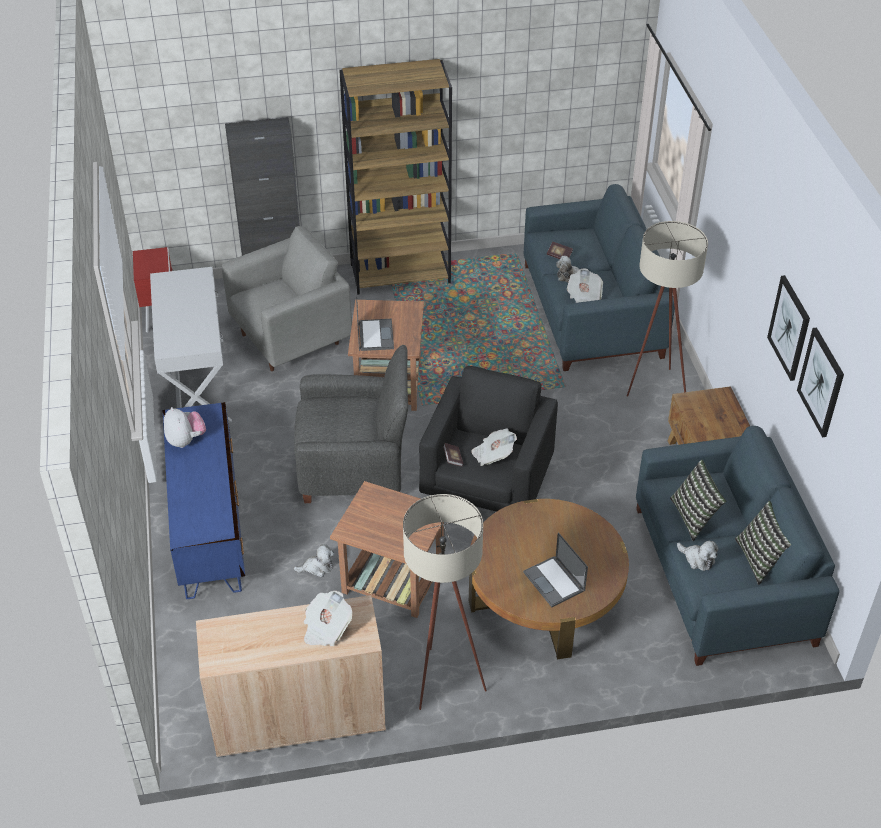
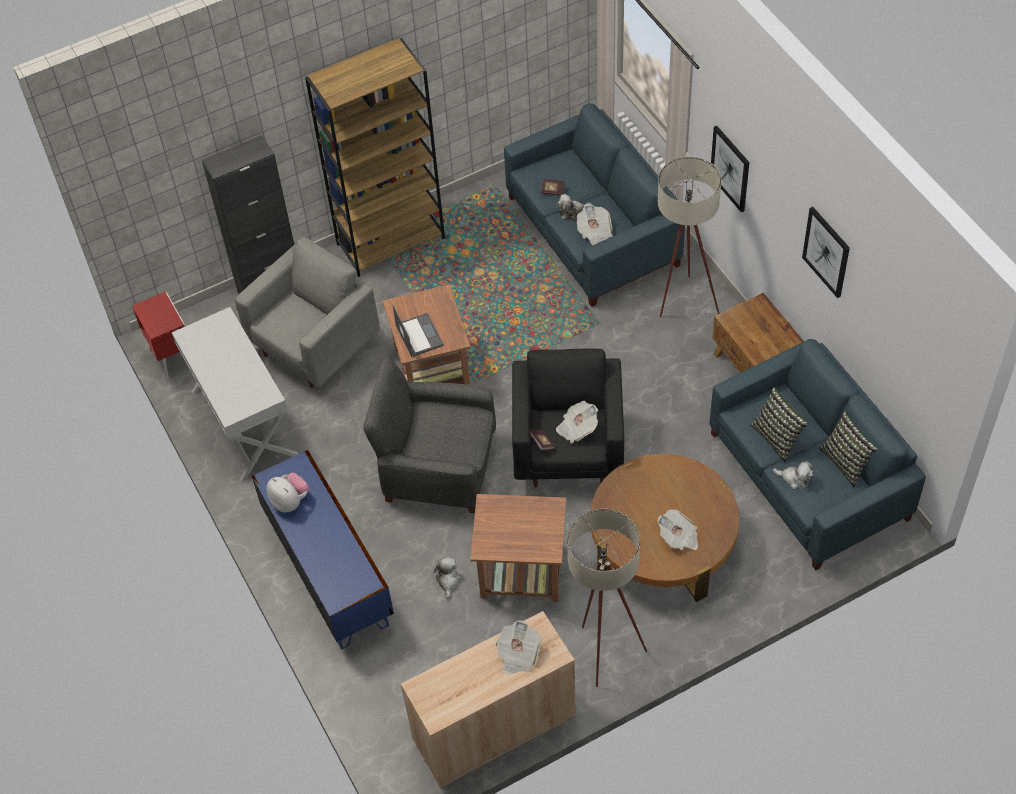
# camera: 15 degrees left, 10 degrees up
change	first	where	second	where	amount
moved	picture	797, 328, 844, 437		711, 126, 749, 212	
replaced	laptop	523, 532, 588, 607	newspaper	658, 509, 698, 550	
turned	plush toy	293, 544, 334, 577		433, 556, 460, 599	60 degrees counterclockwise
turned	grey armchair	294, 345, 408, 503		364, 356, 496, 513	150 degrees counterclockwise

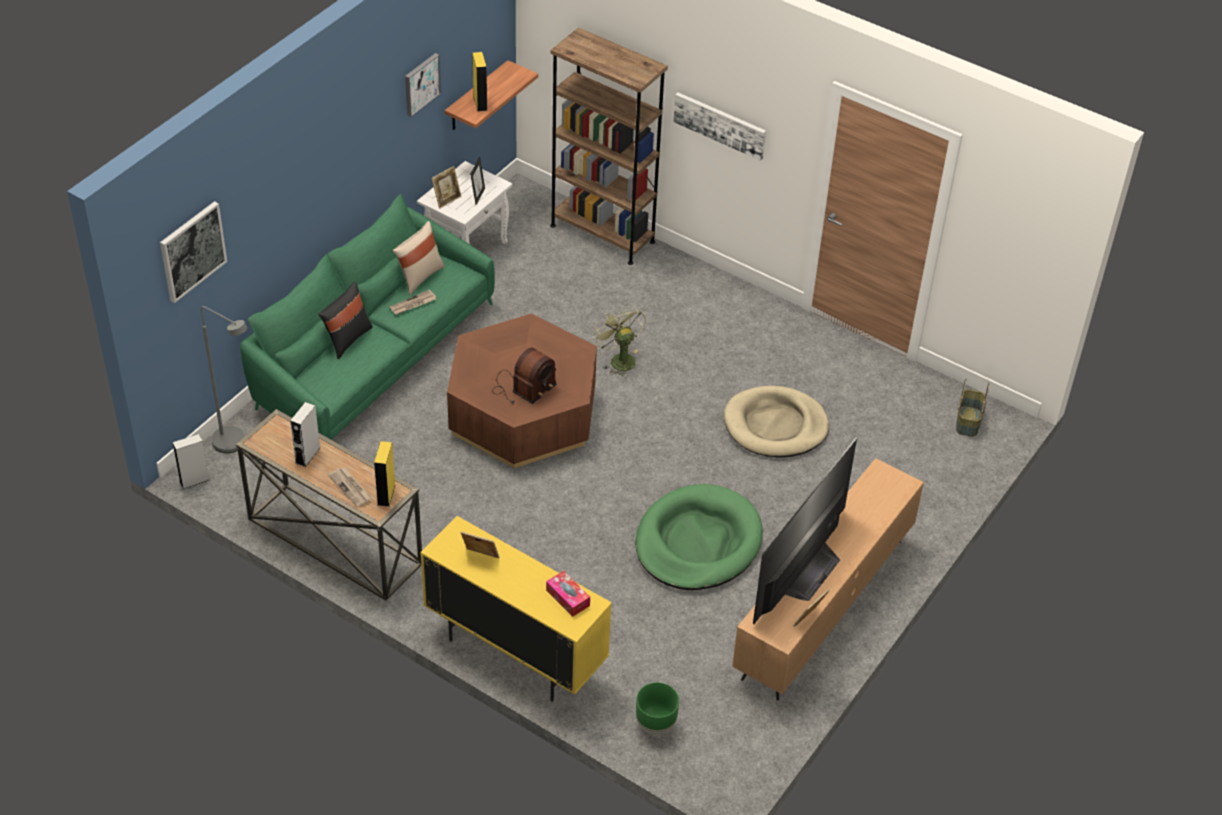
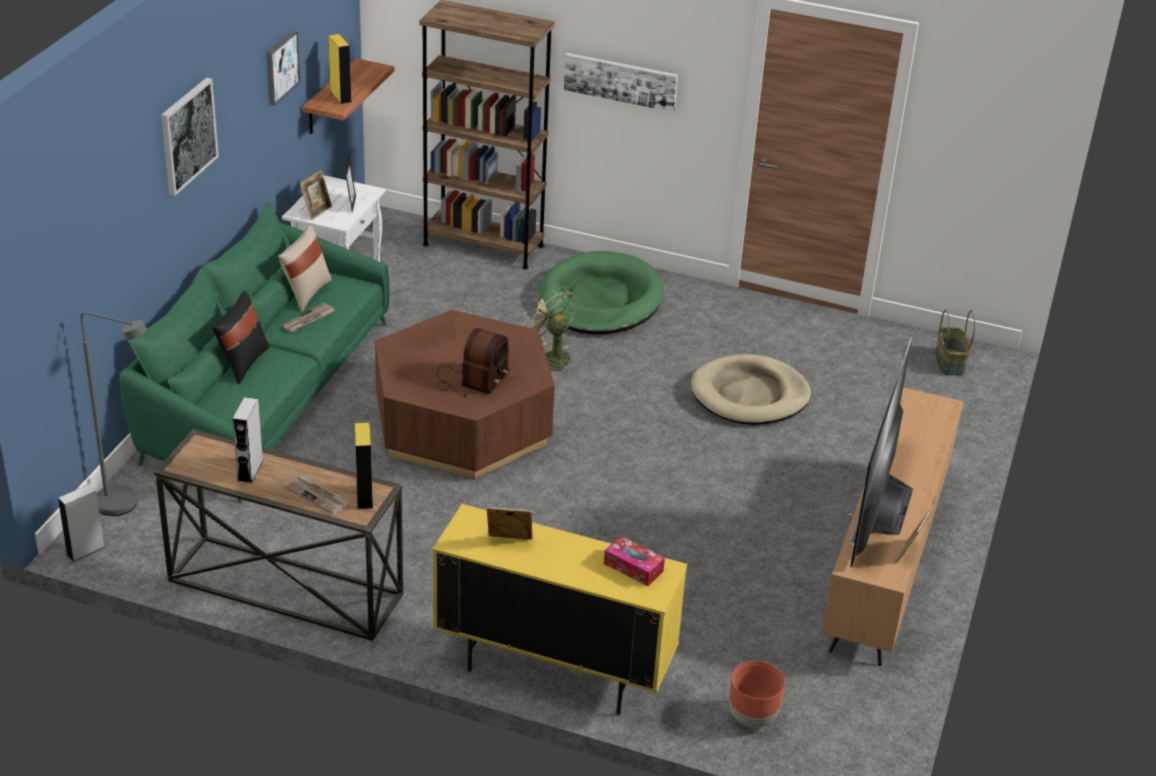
# camera: 15 degrees left, 10 degrees down
change	first	where	second	where	amount
moved	picture	160, 201, 227, 303		161, 78, 219, 196	
moved	green dog bed	635, 484, 763, 590		539, 251, 664, 335	
recoloured	green planter	636, 682, 679, 735	brown planter	729, 661, 785, 728	

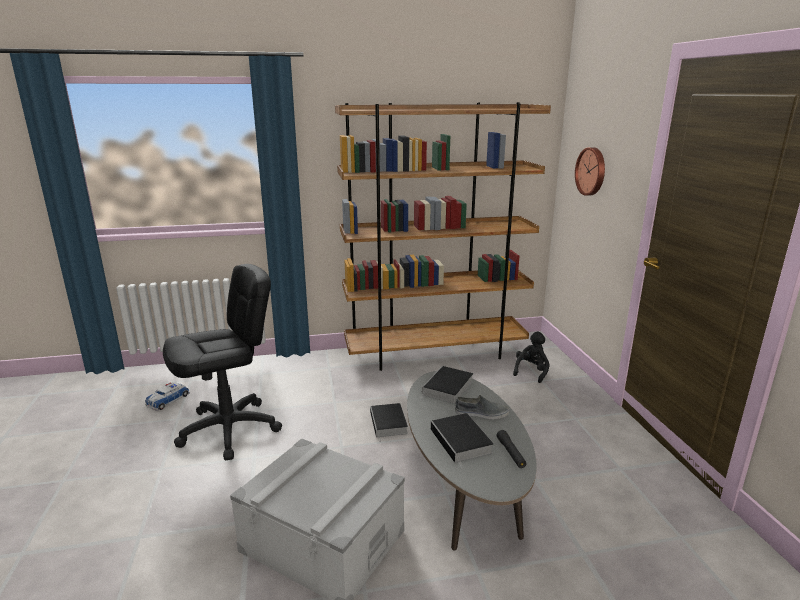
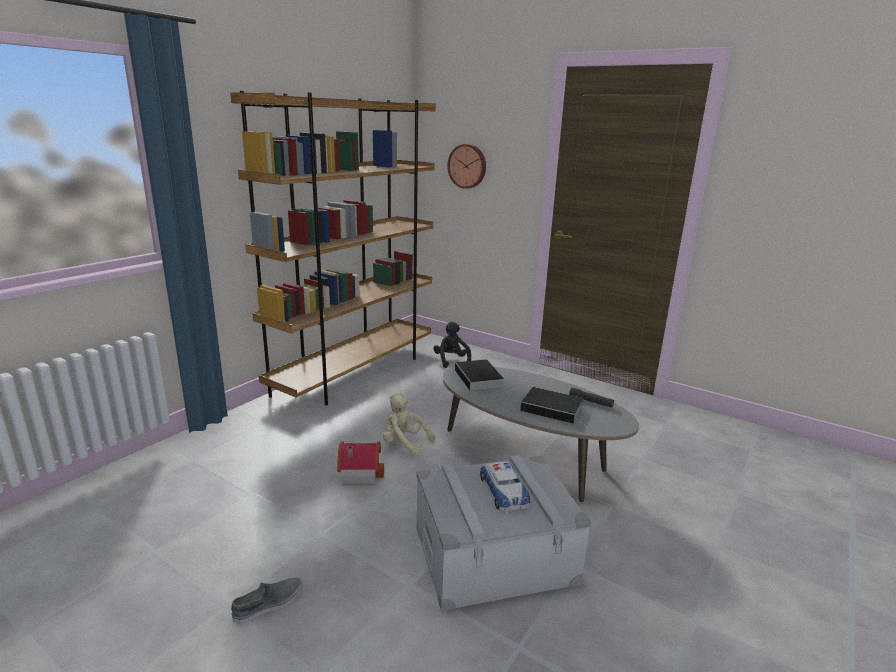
# camera: 45 degrees left, 0 degrees up
change	first	where	second	where	amount
removed	black office chair	163, 264, 282, 460			
added			toy house	337, 441, 384, 485	
moved	toy car	145, 382, 190, 410		480, 462, 530, 512	
moved	grey shoe	455, 395, 510, 419		231, 578, 303, 624	
replaced	book	370, 403, 408, 442	beige plush toy	383, 393, 435, 456	

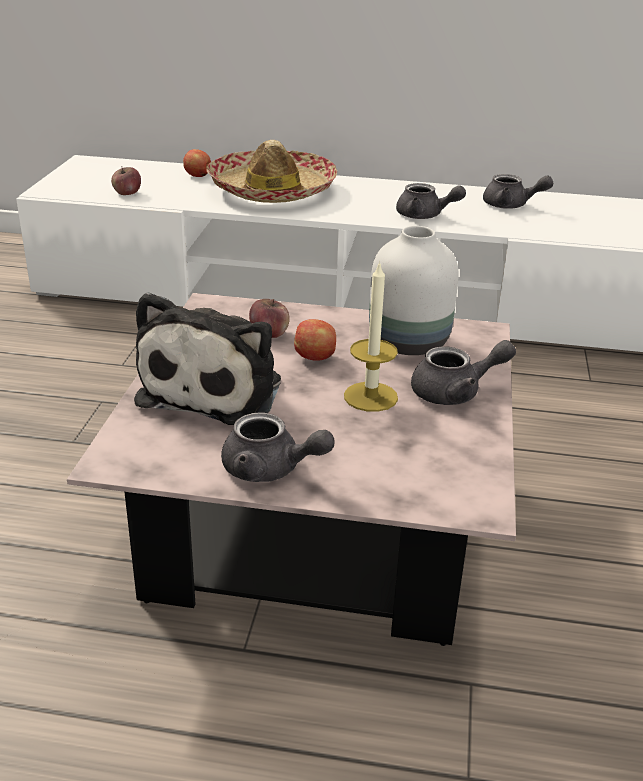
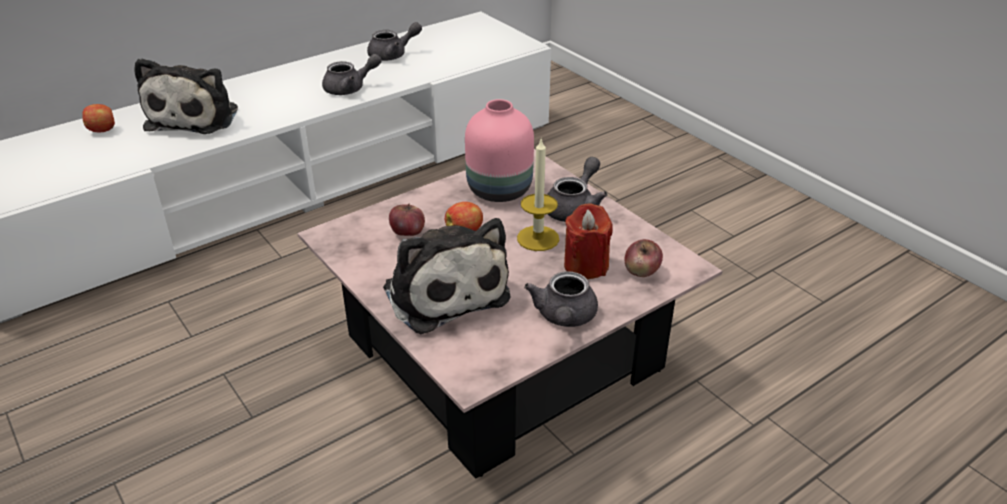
# camera: 45 degrees left, 5 degrees up
change	first	where	second	where	amount
added			red candle	564, 203, 613, 279	
moved	apple	111, 166, 141, 195		624, 239, 663, 277	
replaced	hat	207, 140, 337, 203	plush toy	134, 58, 238, 134	
recoloured	white vase	369, 226, 459, 355	pink vase	465, 99, 534, 202	
turned	grey teapot	221, 413, 334, 482		524, 271, 598, 327	120 degrees clockwise

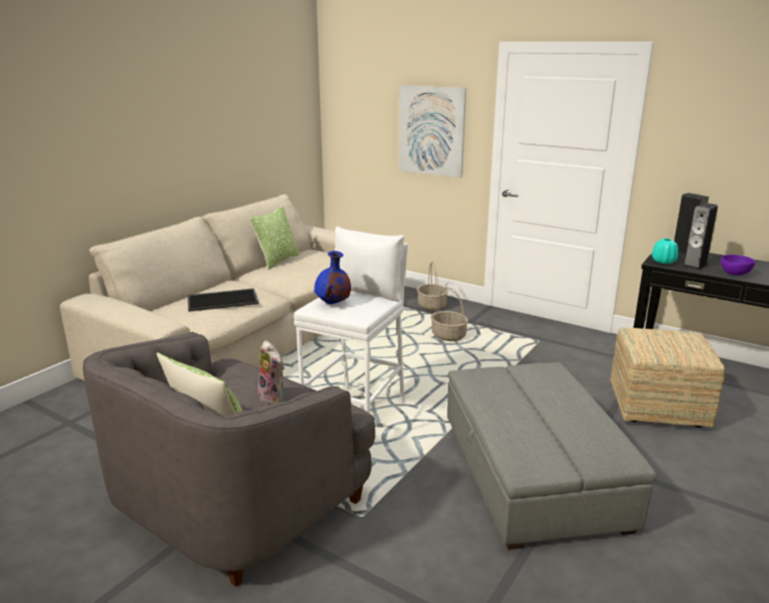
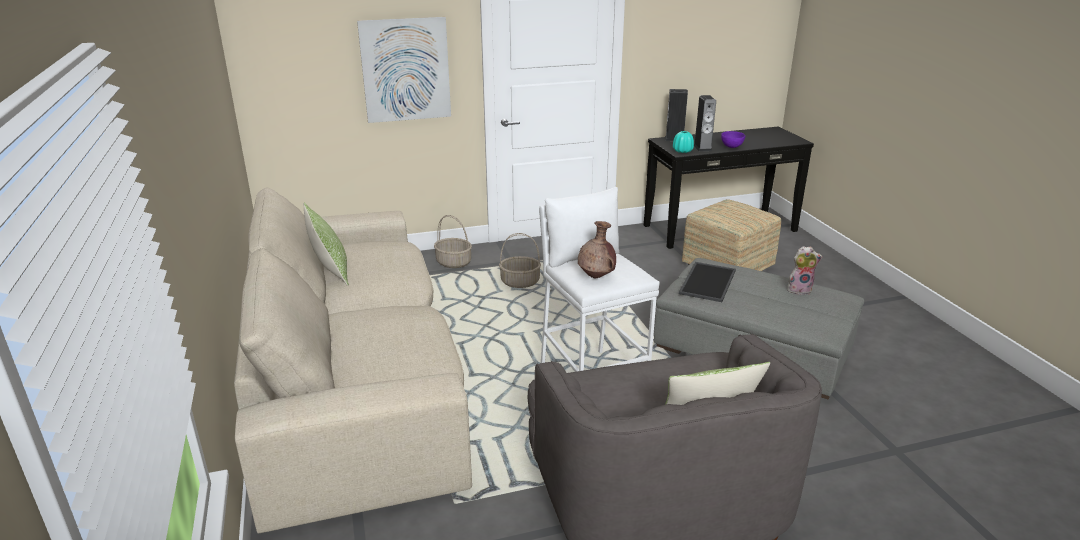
# camera: 50 degrees left, 5 degrees up
change	first	where	second	where	amount
moved	tray	187, 288, 259, 312		679, 262, 736, 302	
moved	plush toy	258, 340, 284, 405		787, 246, 823, 295	
recoloured	blue vase	314, 251, 351, 304	brown vase	578, 221, 616, 278	

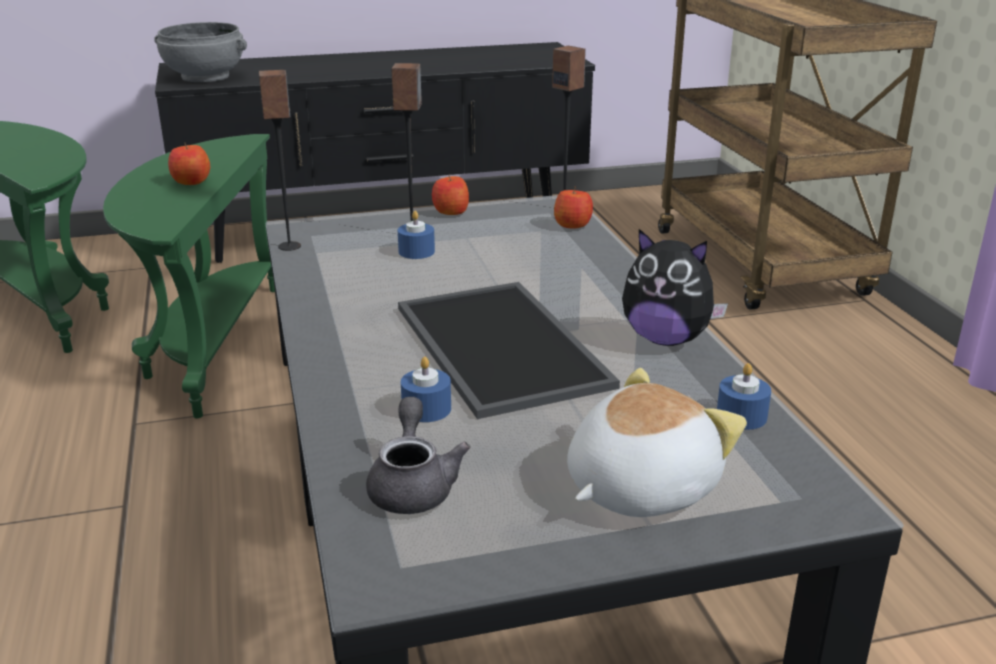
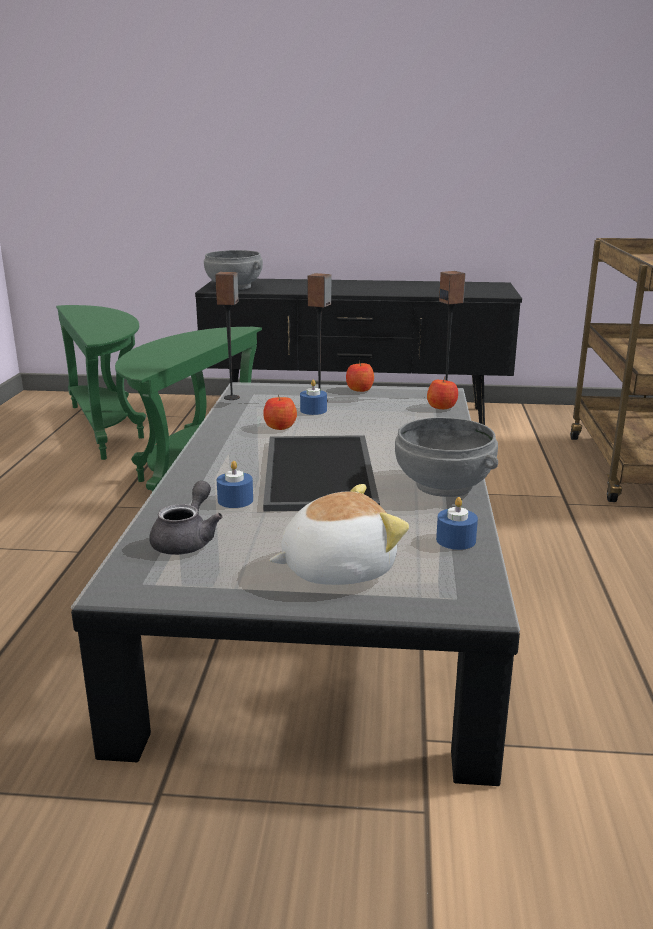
# camera: 20 degrees right, 5 degrees down
change	first	where	second	where	amount
moved	apple	168, 142, 210, 185		263, 394, 297, 430	
replaced	plush toy	622, 229, 728, 346	grey bowl	395, 417, 498, 497	

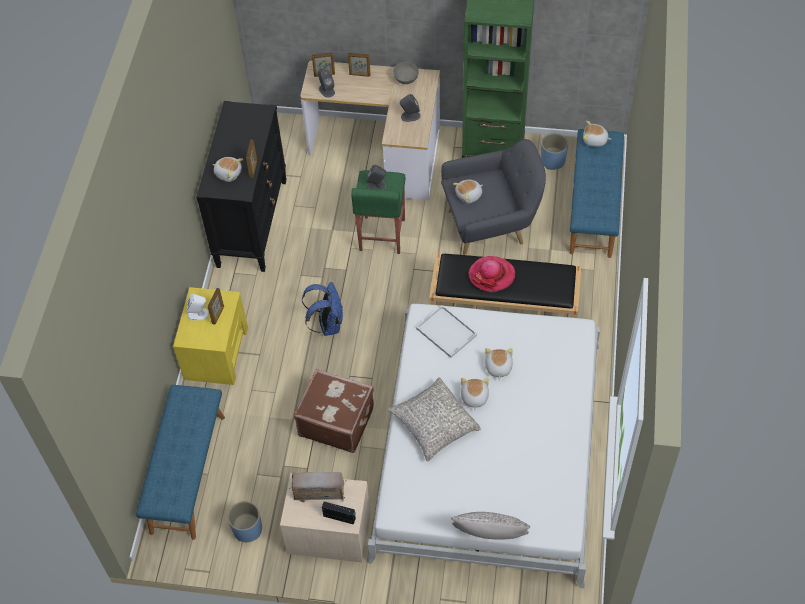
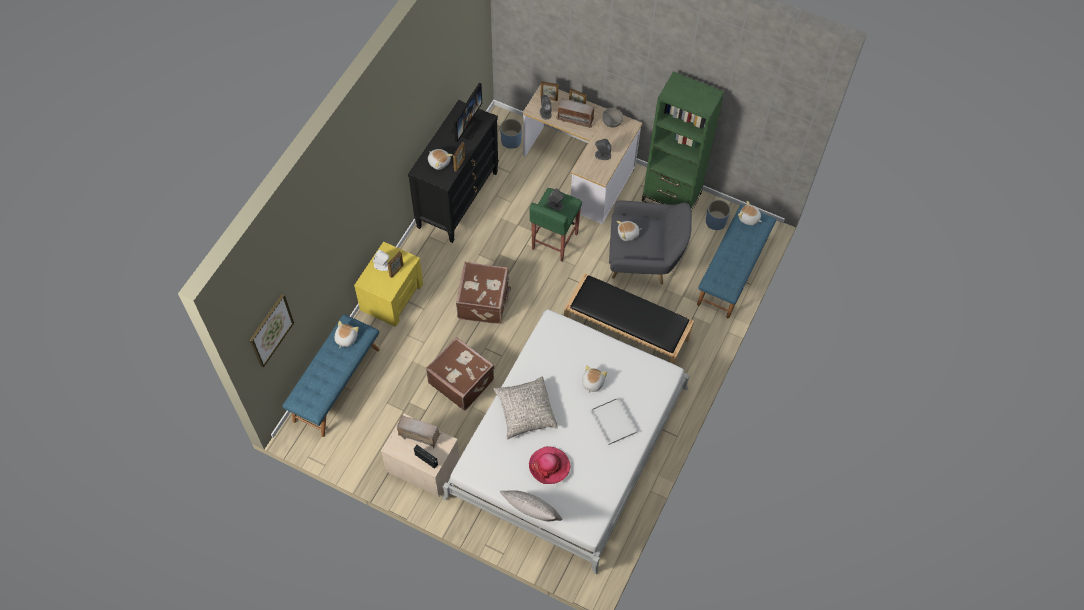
# camera: 15 degrees right, 5 degrees up
change	first	where	second	where	amount
added			picture	250, 294, 294, 368	
added			monitor	451, 83, 482, 142	
added			radio	556, 98, 594, 128	
moved	blue planter	228, 501, 262, 542		500, 119, 522, 149	
moved	white tray	416, 305, 477, 358		590, 397, 637, 445	
moved	plush toy	461, 378, 489, 410		335, 321, 359, 348	
moved	hat	468, 256, 515, 293		529, 446, 570, 484	
replaced	blue backpack	302, 282, 343, 336	brown suitcase	456, 262, 511, 324	

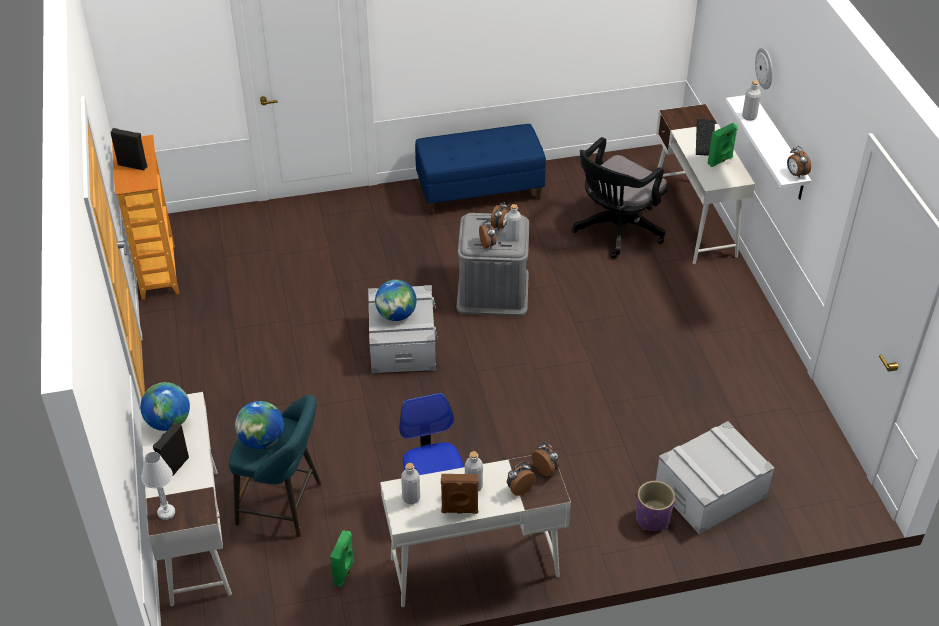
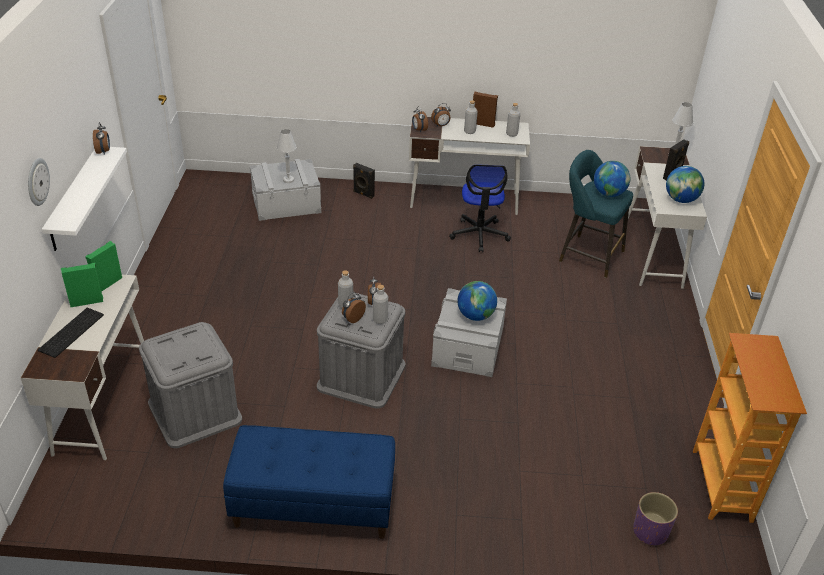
# camera: 165 degrees left, 5 degrees down
change	first	where	second	where	amount
added			white table lamp	277, 129, 297, 183	
moved	black speaker	110, 128, 148, 170		353, 163, 375, 199	
moved	green speaker	330, 530, 354, 587		85, 241, 122, 292	
moved	purple planter	636, 481, 675, 531		633, 492, 678, 545	
moved	grey bottle	742, 80, 761, 121		373, 285, 388, 324	
replaced	black office chair	572, 137, 668, 259	grey storage box	139, 322, 242, 448	

